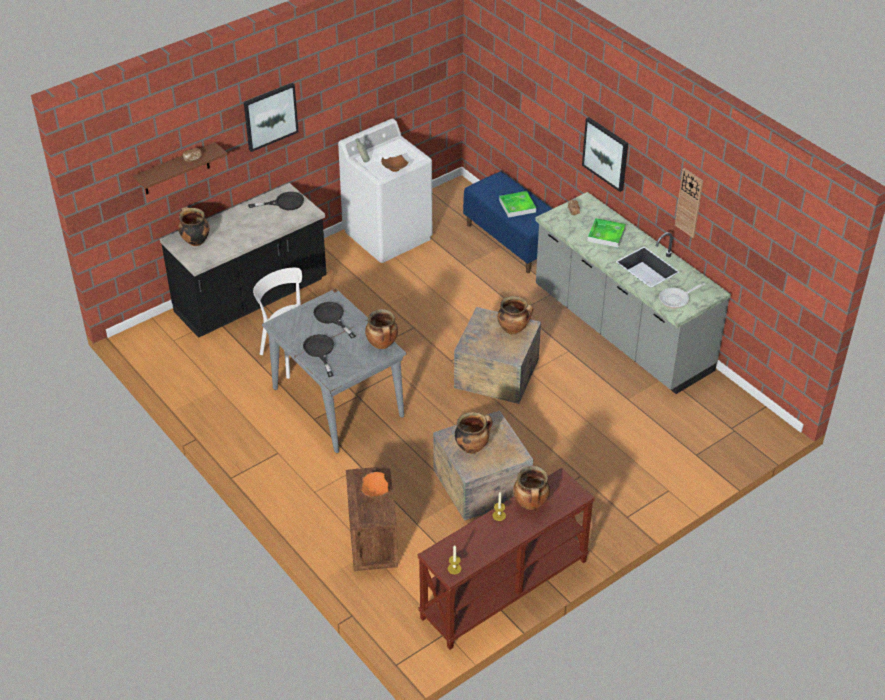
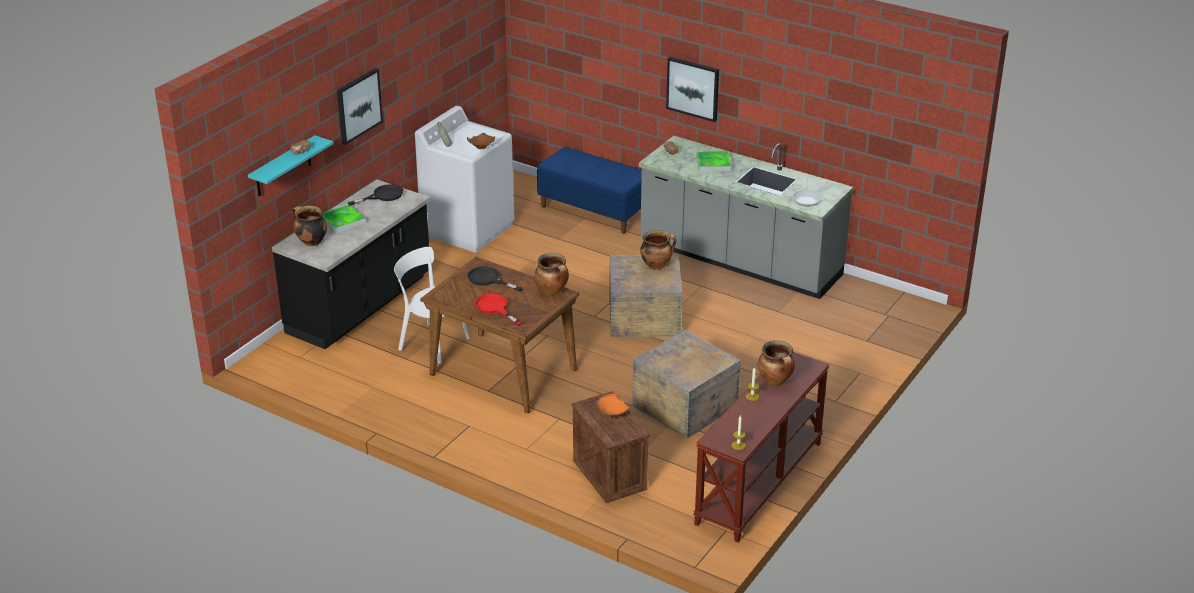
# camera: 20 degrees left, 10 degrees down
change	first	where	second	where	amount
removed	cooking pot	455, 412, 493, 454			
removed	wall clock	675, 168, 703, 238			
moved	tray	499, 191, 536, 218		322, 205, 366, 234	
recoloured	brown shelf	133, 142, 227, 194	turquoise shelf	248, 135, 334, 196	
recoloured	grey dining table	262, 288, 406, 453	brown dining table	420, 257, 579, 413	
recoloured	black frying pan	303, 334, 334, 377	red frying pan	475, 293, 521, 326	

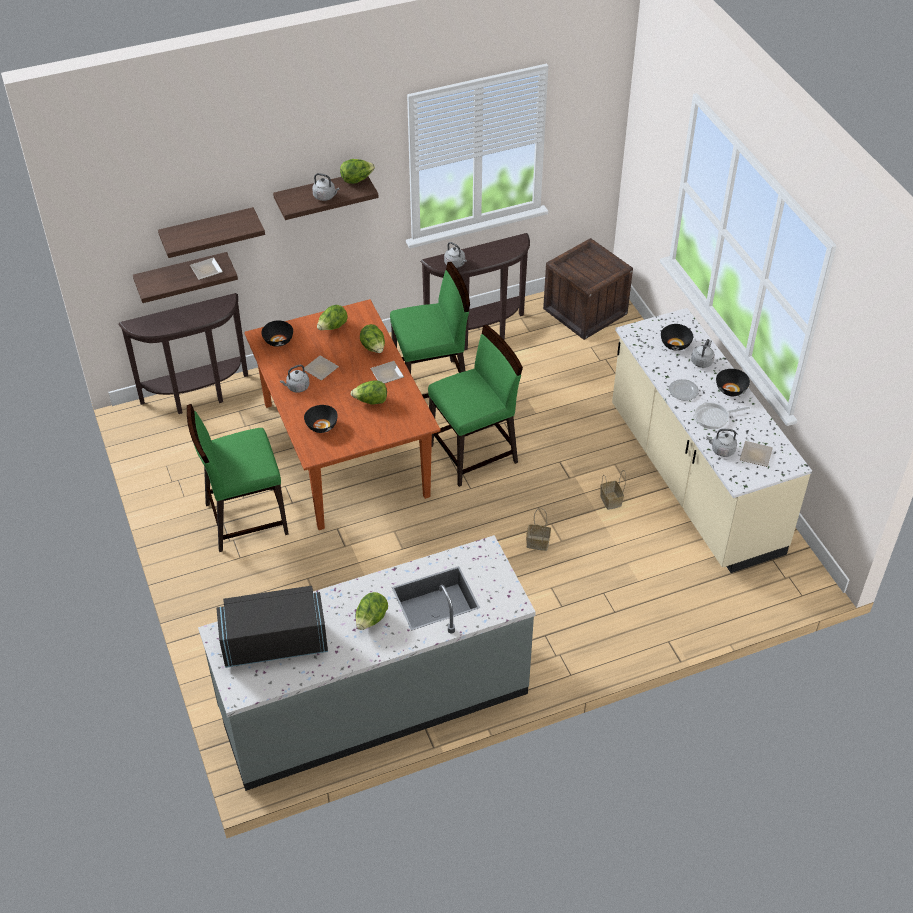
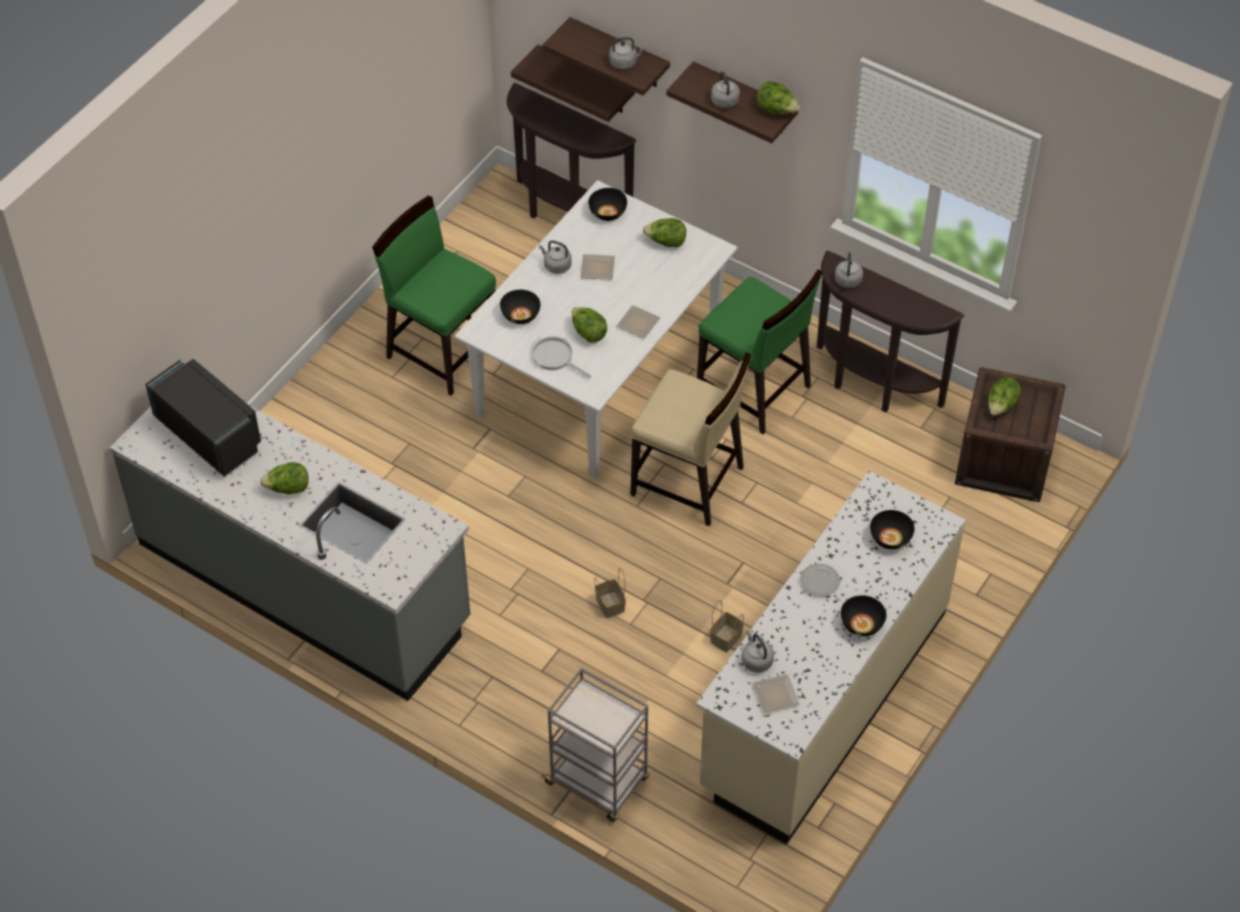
# camera: 55 degrees right, 5 degrees up
change	first	where	second	where	amount
removed	plate	190, 257, 223, 280			
added			grey cart	541, 668, 649, 822	
moved	lettuce	360, 324, 385, 353		988, 377, 1021, 415	
moved	grey kettle	691, 339, 715, 368		609, 37, 645, 69	
moved	frying pan	693, 402, 750, 429		532, 336, 591, 378	
recoloured	brown dining table	244, 299, 441, 530	white dining table	455, 180, 737, 479	
recoloured	green chair	428, 325, 523, 487	beige chair	631, 353, 751, 526	

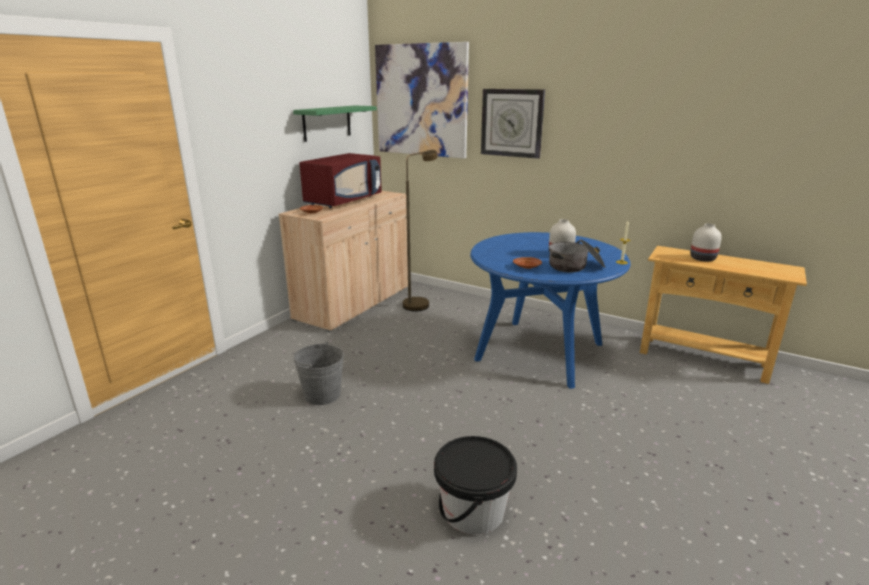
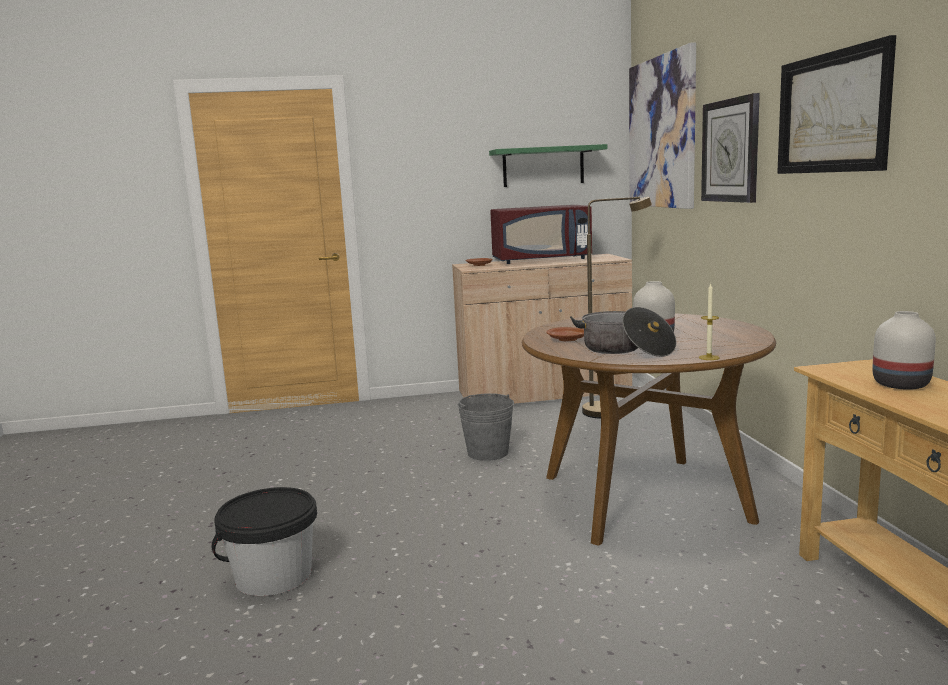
# camera: 50 degrees right, 10 degrees down
change	first	where	second	where	amount
added			picture	777, 35, 896, 174	
moved	grey bucket	294, 342, 344, 405		458, 393, 514, 461	
recoloured	blue dining table	470, 232, 631, 389	brown dining table	522, 313, 776, 545	

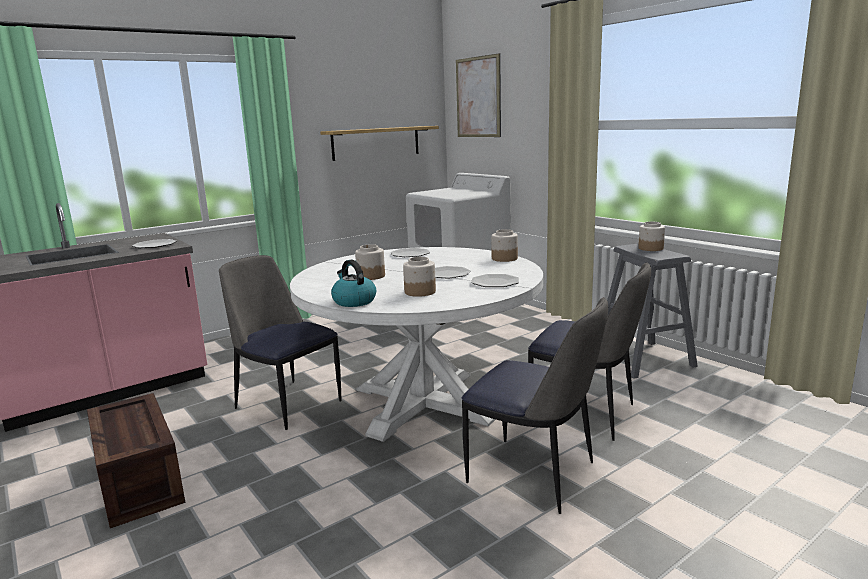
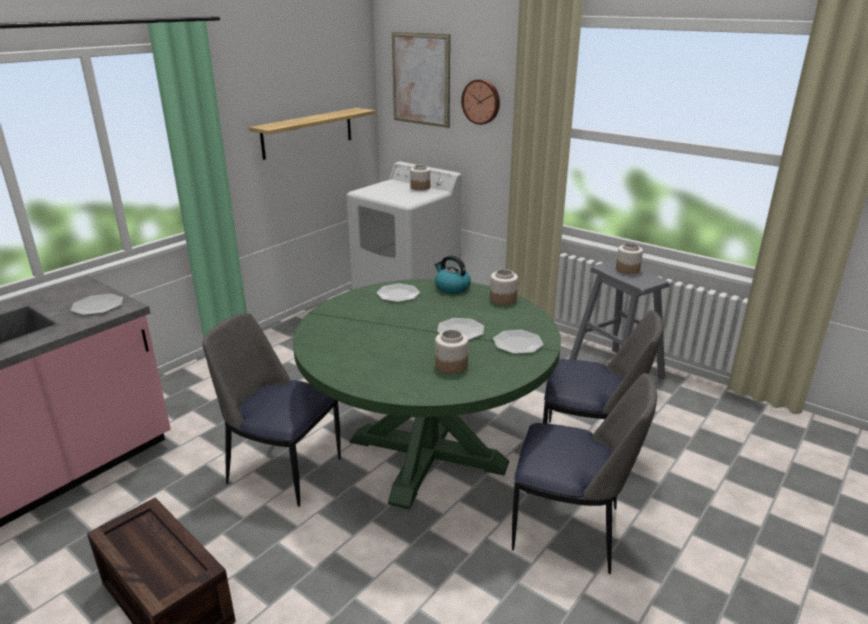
# camera: 15 degrees left, 10 degrees up
change	first	where	second	where	amount
added			wall clock	461, 79, 500, 125	
moved	kettle	331, 260, 376, 307		434, 255, 471, 294	
moved	jar	355, 244, 385, 280		410, 165, 430, 190	
recoloured	white dining table	290, 247, 543, 442	green dining table	293, 279, 561, 509	

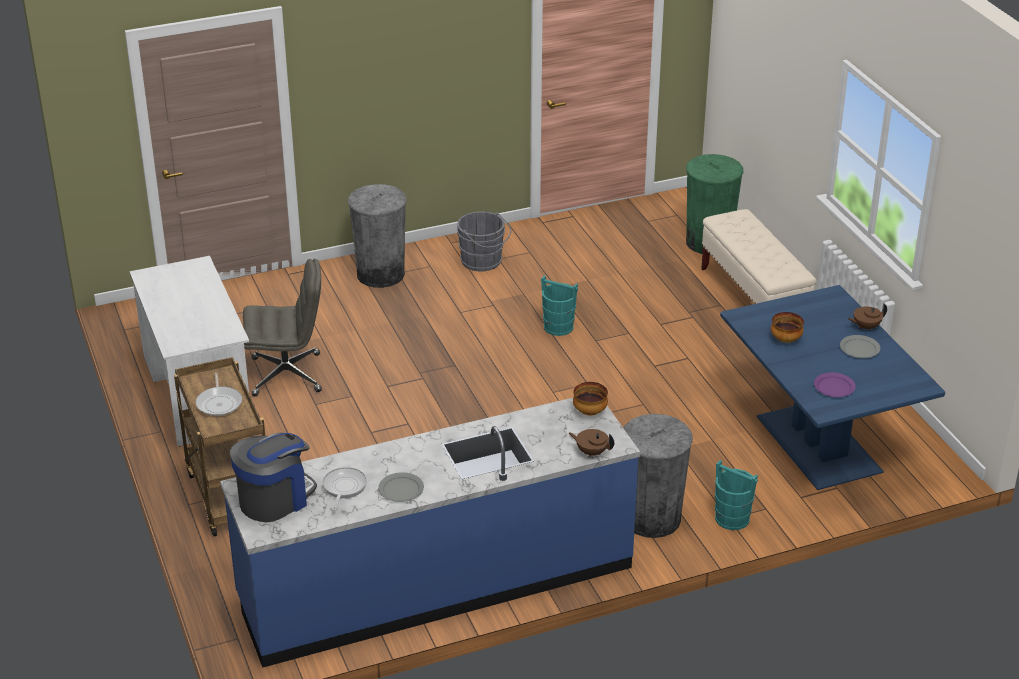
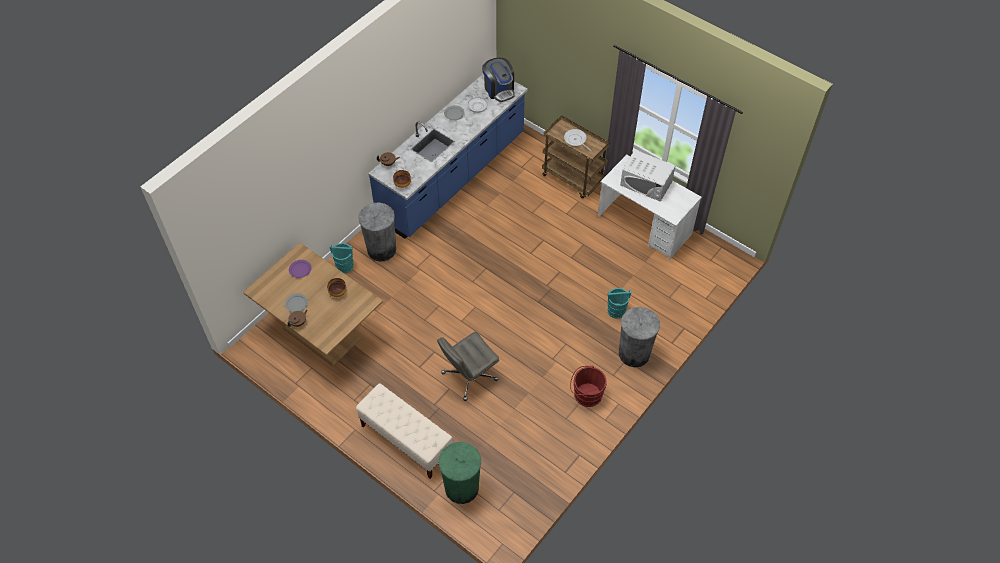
# camera: 150 degrees right, 20 degrees up
change	first	where	second	where	amount
added			white microwave	620, 150, 675, 202	
moved	grey office chair	243, 259, 322, 396		437, 332, 499, 401	
moved	turquoise bucket	541, 275, 578, 336		607, 288, 632, 319	
recoloured	grey bucket	457, 211, 511, 272	red bucket	570, 366, 607, 407	
recoloured	blue dining table	720, 285, 945, 490	brown dining table	243, 243, 383, 366	
turned	coffee machine	230, 432, 317, 522		482, 58, 515, 102	45 degrees counterclockwise

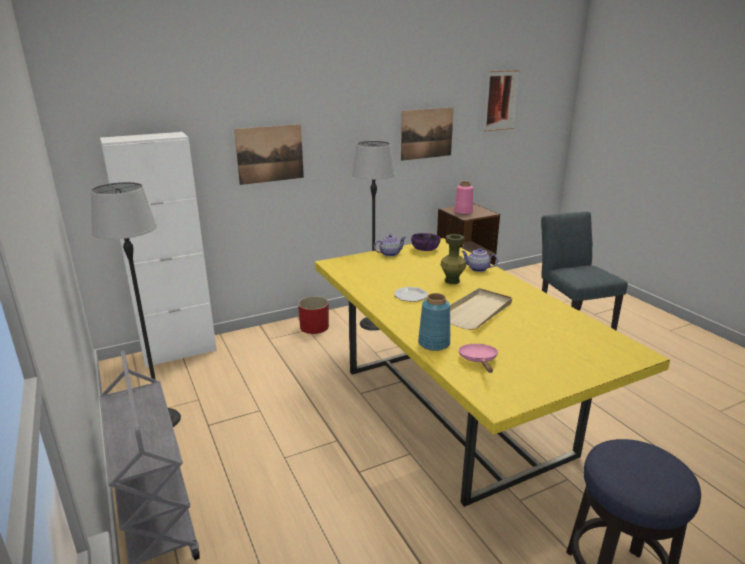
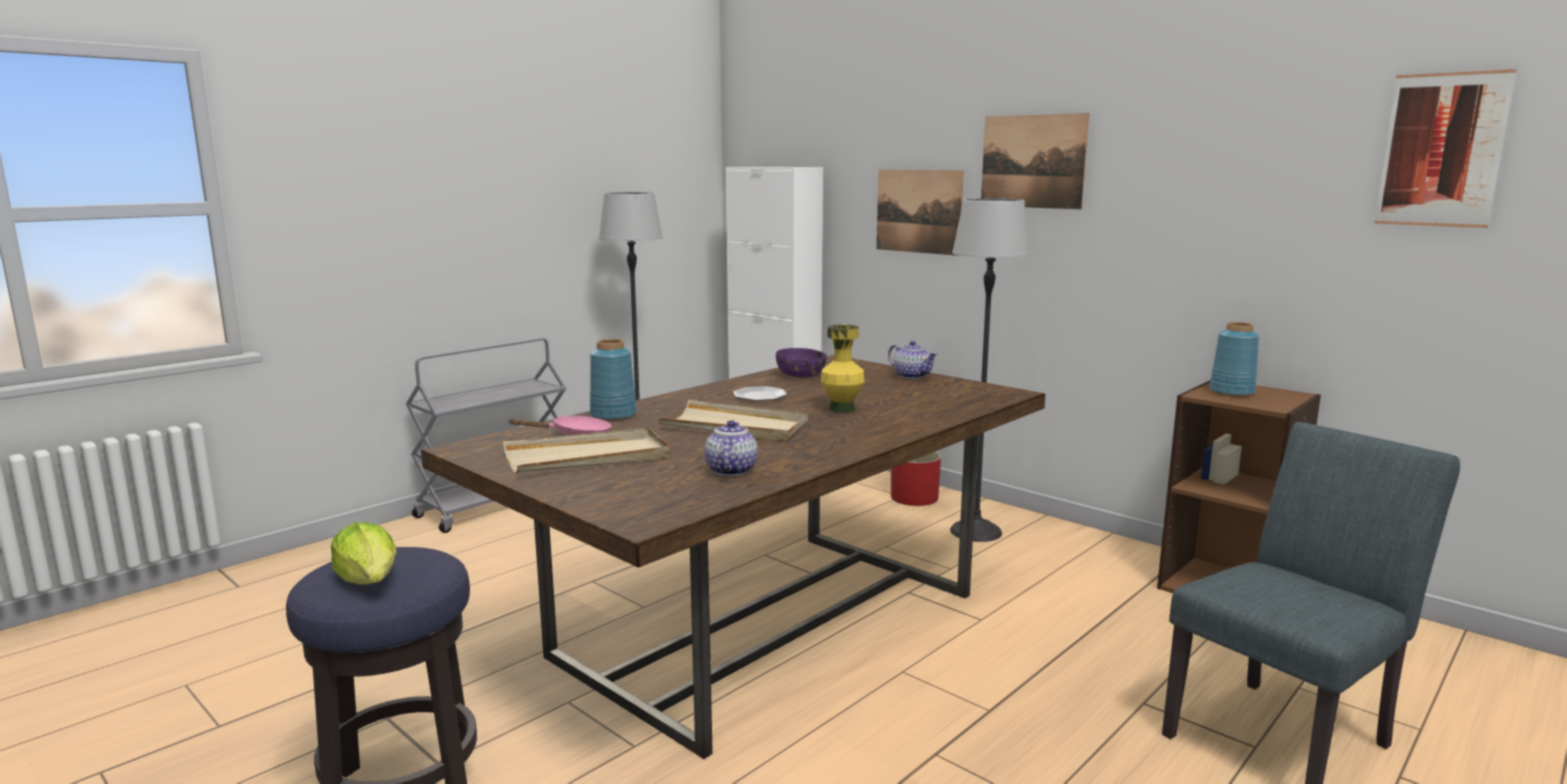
# camera: 70 degrees right, 10 degrees down
change	first	where	second	where	amount
added			lettuce	331, 522, 397, 585	
added			beige tray	503, 428, 669, 474	
moved	picture	401, 107, 454, 161		981, 113, 1089, 209	
moved	purple bowl	411, 233, 441, 251		776, 348, 827, 378	
moved	teapot	461, 248, 498, 272		704, 420, 758, 476	
recoloured	yellow dining table	315, 238, 670, 507	brown dining table	421, 355, 1045, 759	
recoloured	green vase	440, 234, 466, 284	yellow vase	821, 324, 865, 413	
recoloured	pink vase	454, 181, 473, 215	blue vase	1209, 322, 1259, 397	

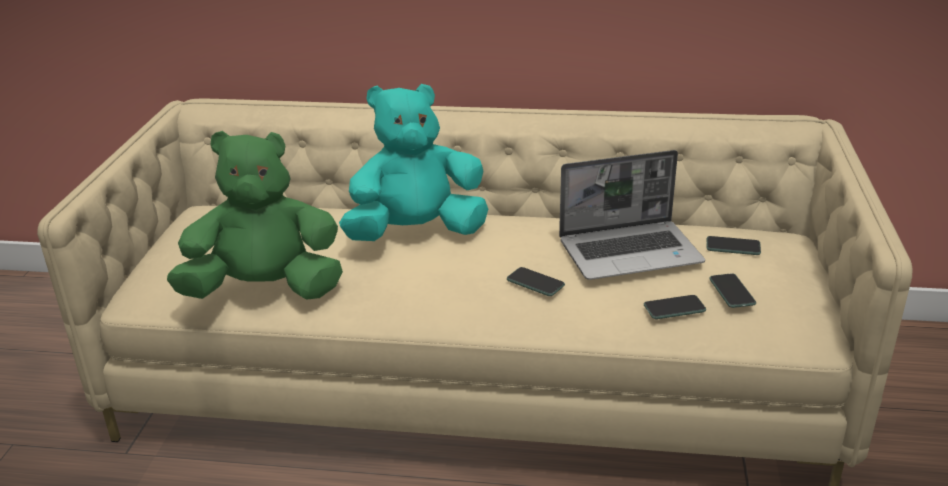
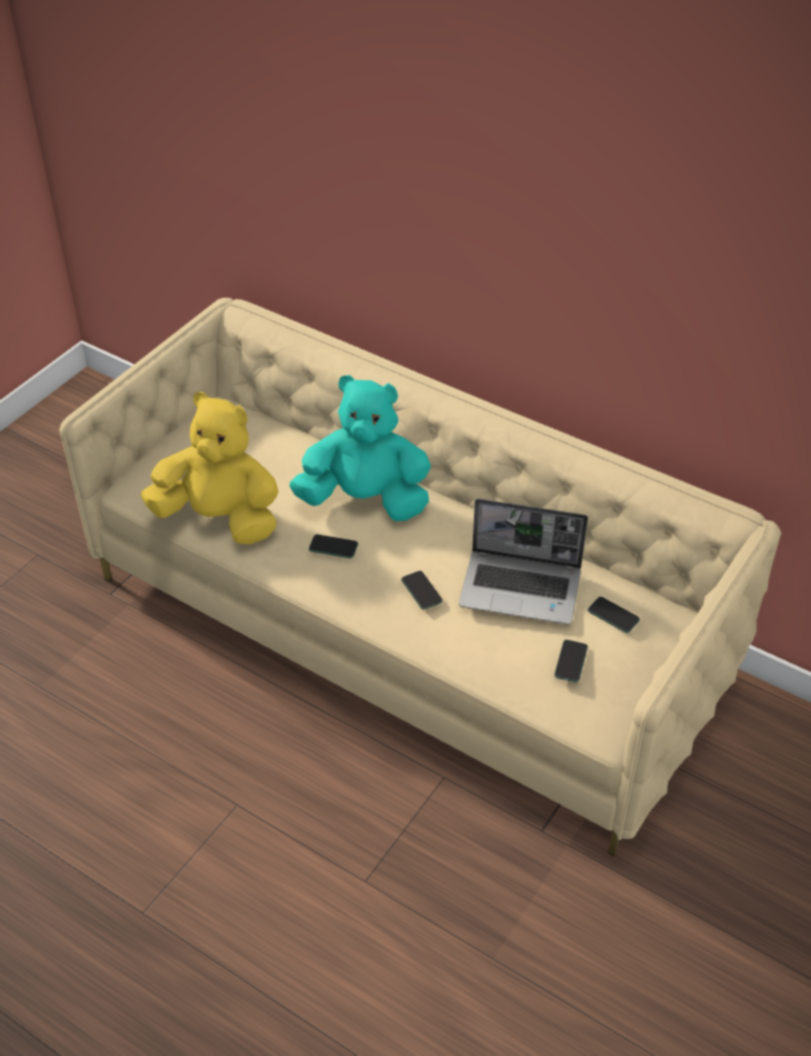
# camera: 25 degrees right, 15 degrees up
change	first	where	second	where	amount
moved	phone	644, 295, 706, 319		309, 534, 358, 559	
recoloured	green plush toy	167, 131, 343, 300	yellow plush toy	140, 392, 278, 544	

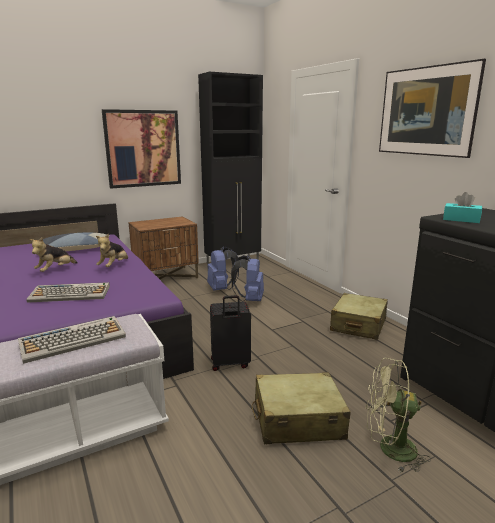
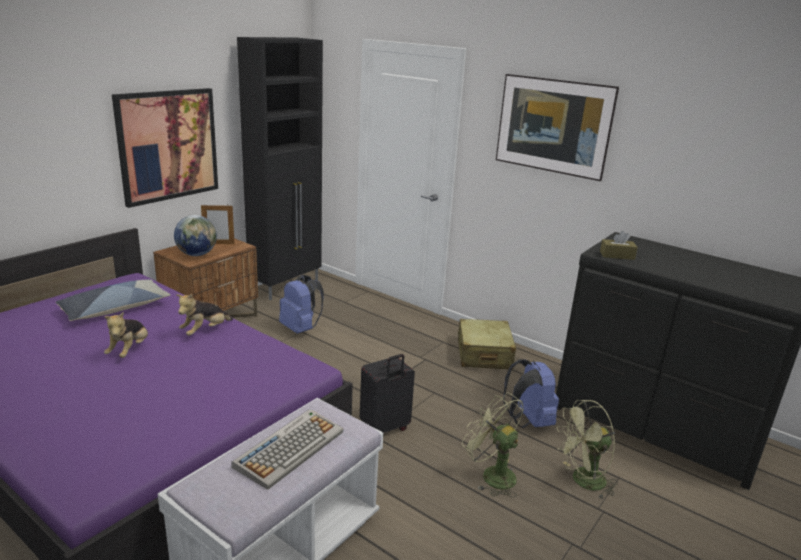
# camera: 25 degrees left, 5 degrees up
change	first	where	second	where	amount
removed	keyboard	26, 282, 110, 303			
added			globe	174, 215, 217, 256	
added			picture frame	201, 205, 235, 244	
moved	blue backpack	231, 255, 264, 302		503, 359, 559, 428	
replaced	beige suitcase	251, 372, 351, 444	green fan	462, 393, 524, 497	
recoloured	turquoise tissue box	443, 192, 482, 223	brown tissue box	600, 231, 638, 260	
turned	plush toy	96, 234, 128, 267		176, 294, 233, 336	45 degrees clockwise

